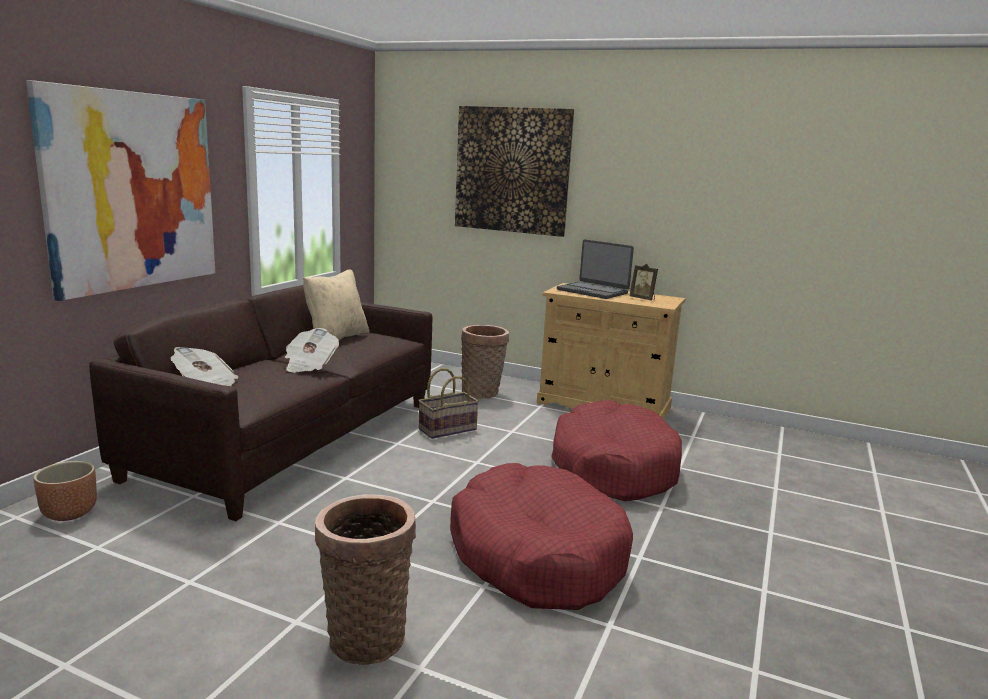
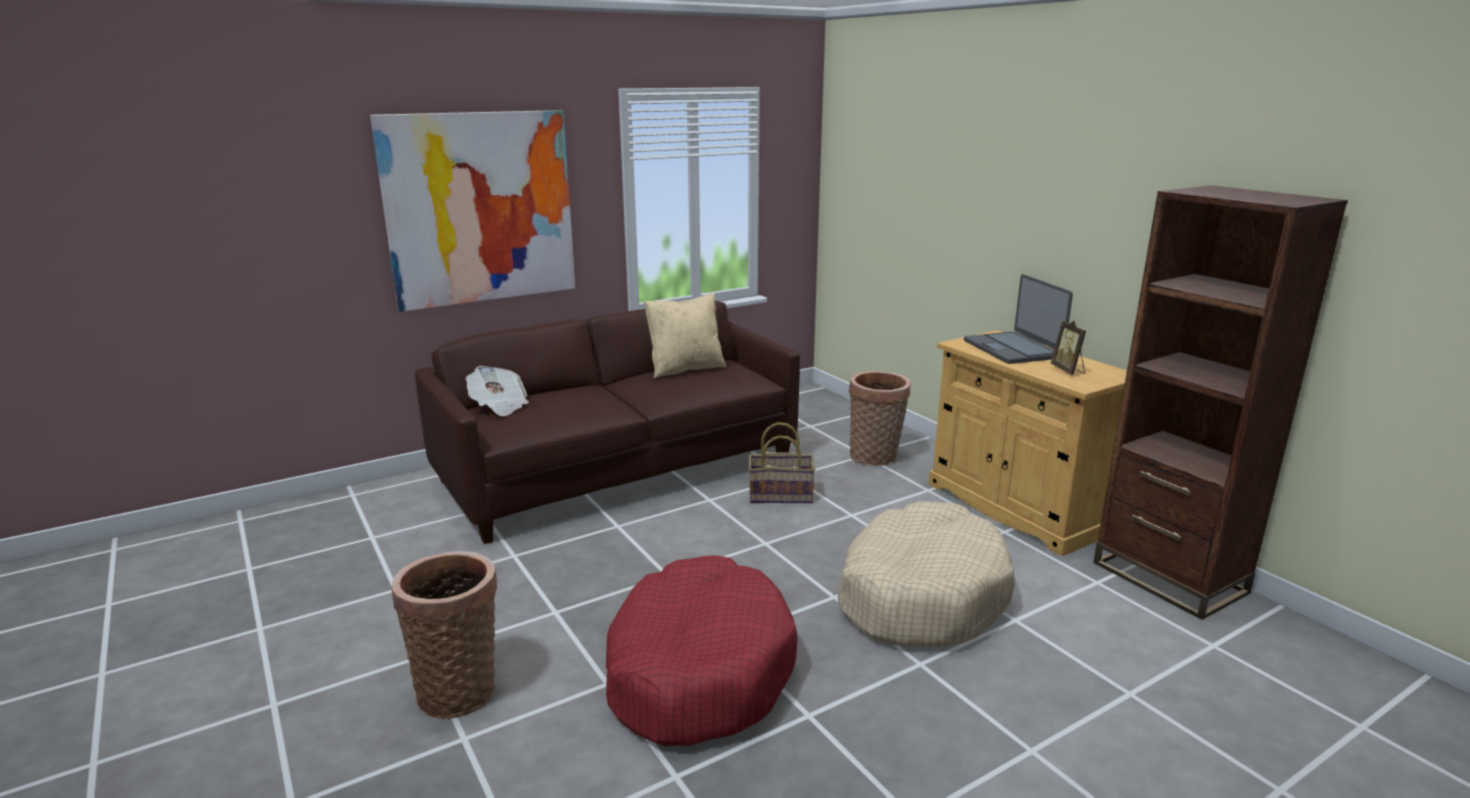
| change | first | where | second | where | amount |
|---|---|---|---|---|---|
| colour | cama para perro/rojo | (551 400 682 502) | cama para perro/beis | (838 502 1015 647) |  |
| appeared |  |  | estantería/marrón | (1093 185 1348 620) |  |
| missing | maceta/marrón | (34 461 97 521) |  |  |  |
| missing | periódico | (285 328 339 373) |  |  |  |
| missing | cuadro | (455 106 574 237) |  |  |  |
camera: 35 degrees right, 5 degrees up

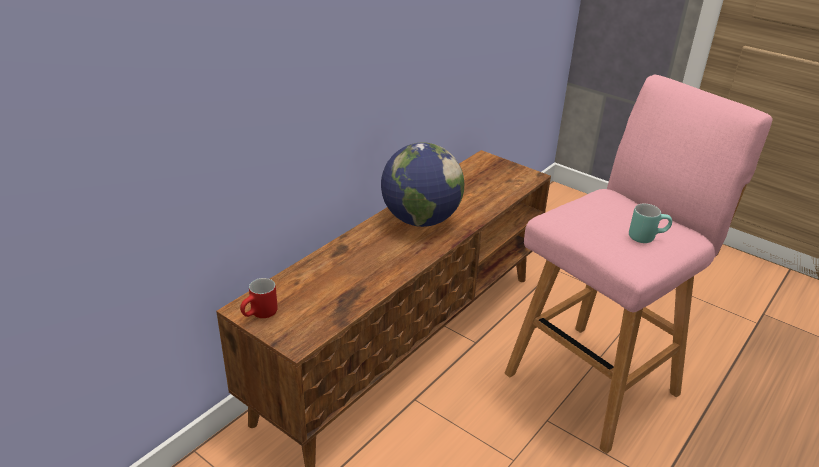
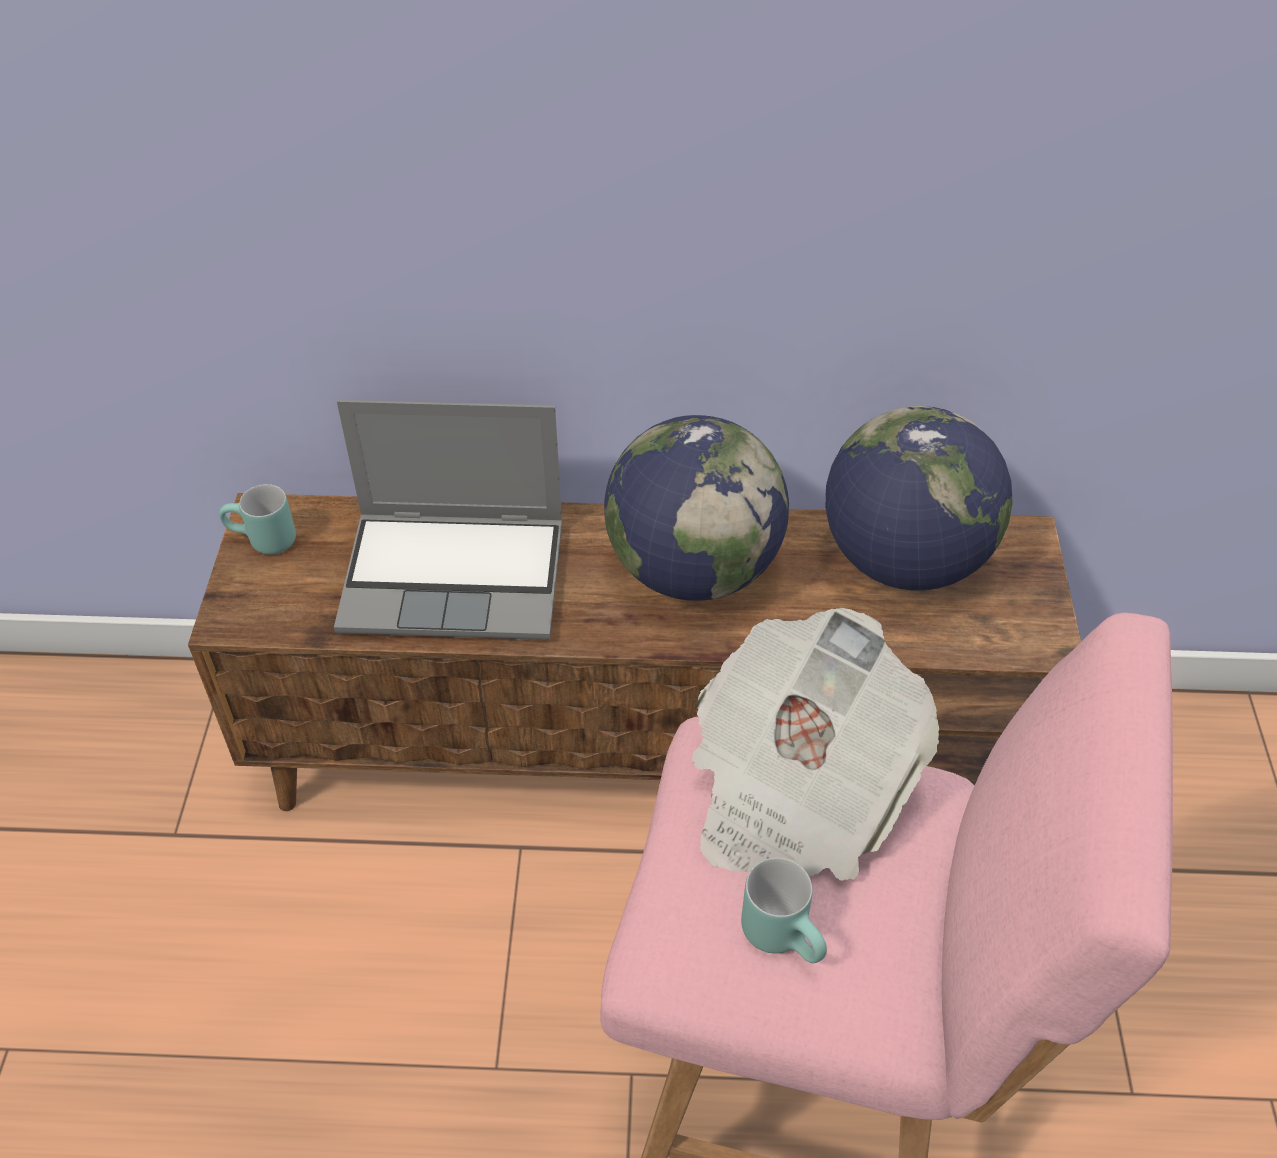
| change | first | where | second | where | amount |
|---|---|---|---|---|---|
| colour | taza grande/rojo | (240 278 278 318) | taza grande/turquesa | (219 484 296 554) |  |
| appeared |  |  | portátil | (334 399 562 640) |  |
| appeared |  |  | periódico | (691 608 940 881) |  |
| appeared |  |  | globo terráqueo | (825 406 1013 591) |  |
camera: 55 degrees right, 15 degrees up

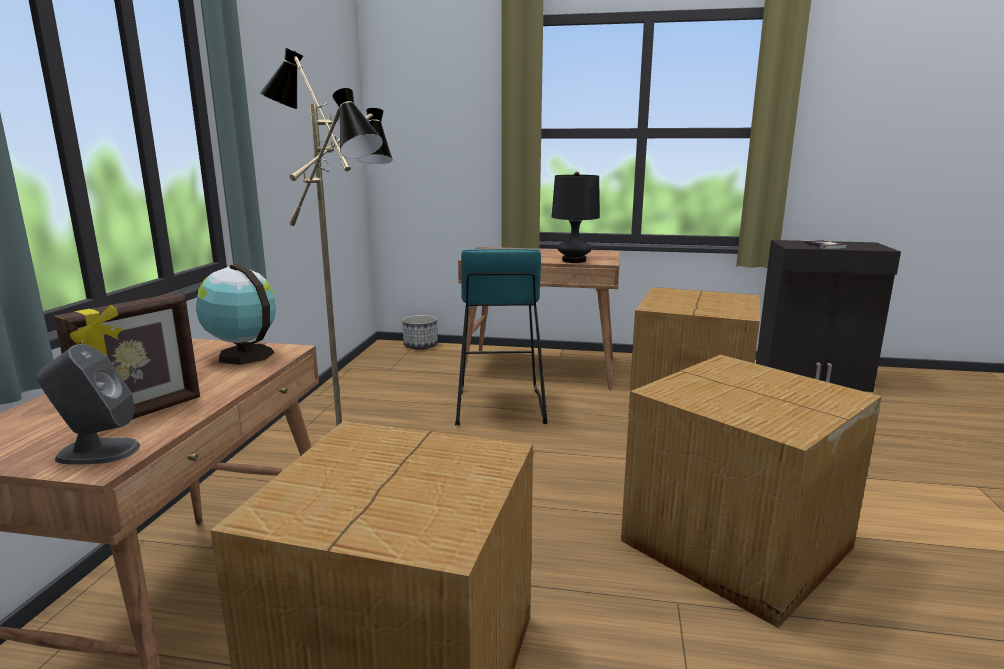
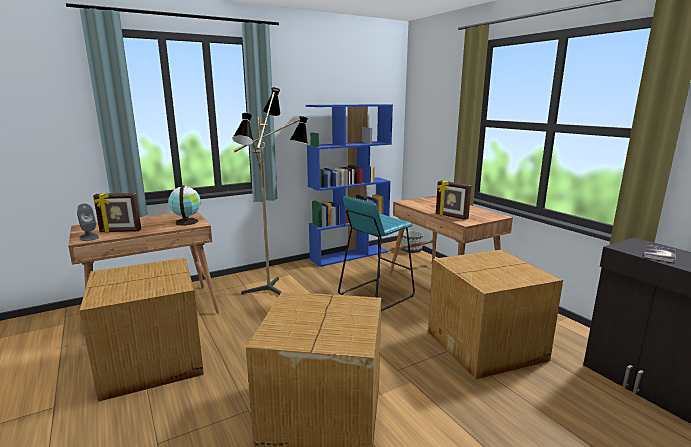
| change | first | where | second | where | amount |
|---|---|---|---|---|---|
| appeared |  |  | estantería/azul | (306 104 393 267) |  |
| exchanged | lámpara de mesa/negro | (552 172 600 263) | portarretratos | (436 181 472 220) |  |
camera: 50 degrees right, 0 degrees up

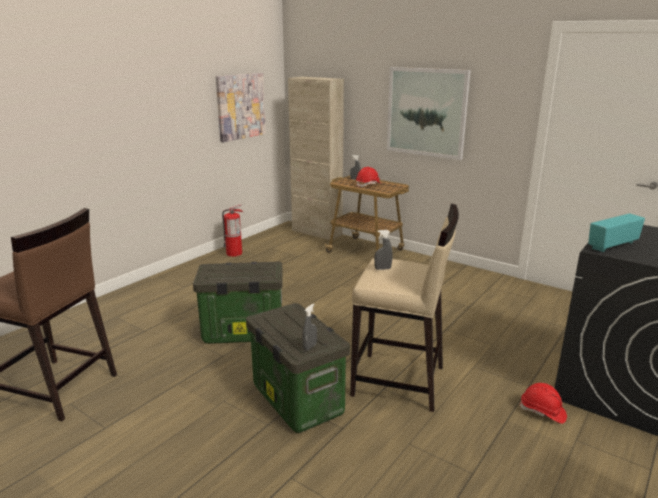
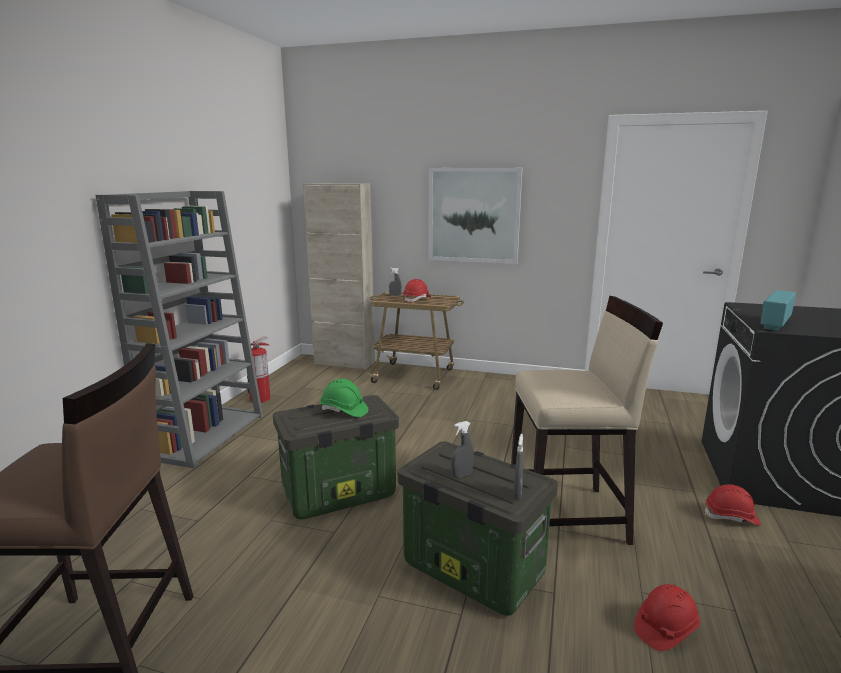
| change | first | where | second | where | amount |
|---|---|---|---|---|---|
| appeared |  |  | estantería/gris | (96 191 263 468) |  |
| appeared |  |  | casco/verde | (320 379 369 417) |  |
| relocated | pulverizador/gris | (374 230 393 270) |  | (451 421 474 478) |  |
| appeared |  |  | casco/rojo | (634 584 700 651) |  |
| missing | cuadro | (216 73 266 142) |  |  |  |
camera: 20 degrees left, 5 degrees down

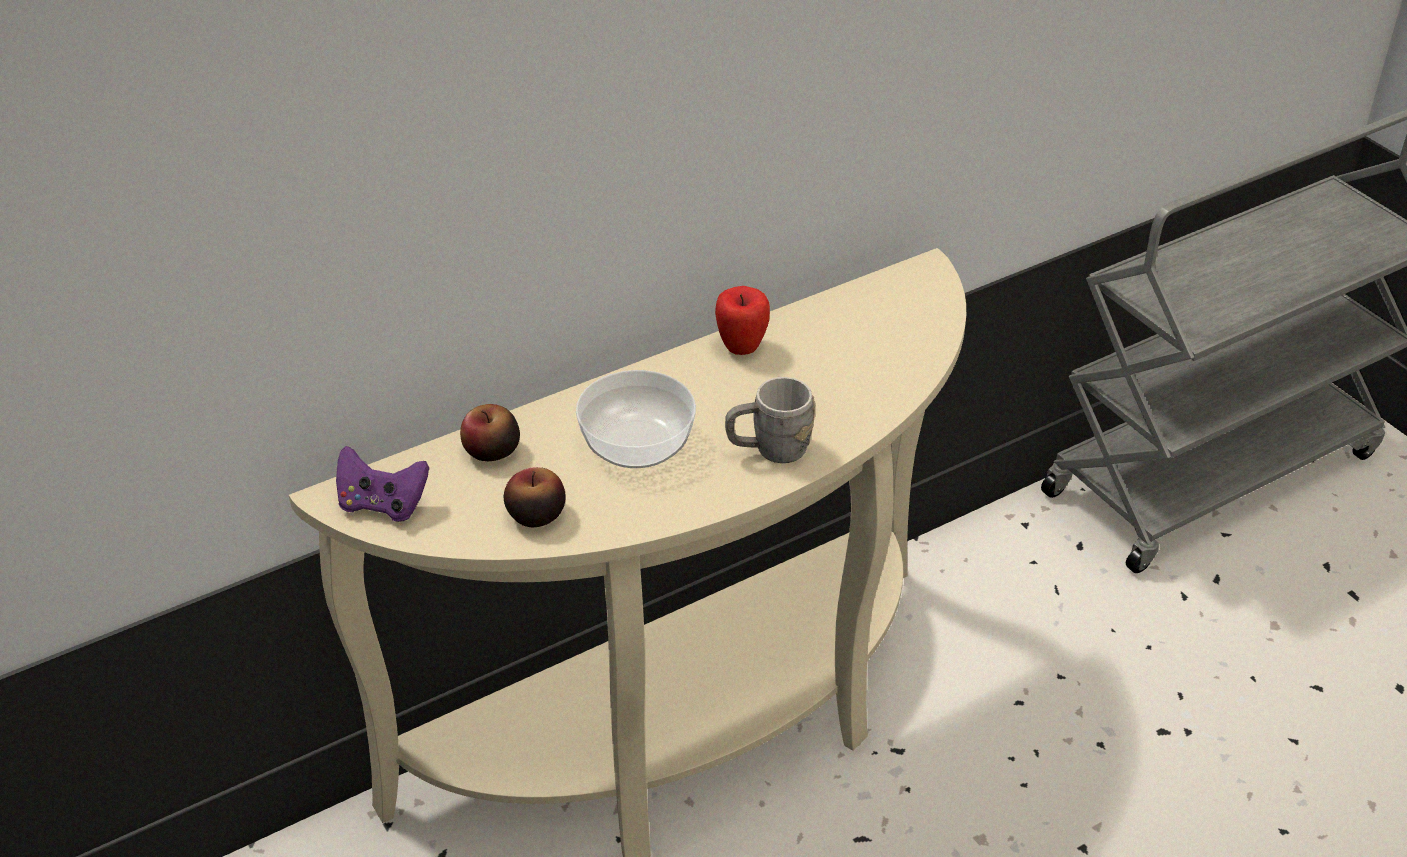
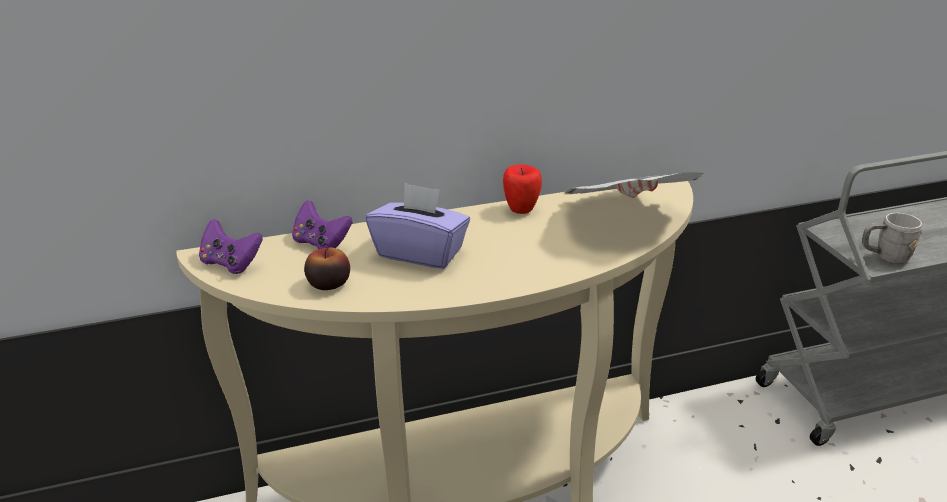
| change | first | where | second | where | amount |
|---|---|---|---|---|---|
| exchanged | manzana | (460 404 520 461) | mando de consola/morado | (292 200 352 249) |  |
| exchanged | cuenco | (576 370 696 468) | caja de pañuelos/morado | (366 183 470 269) |  |
| appeared |  |  | periódico | (564 172 705 198) |  |
| relocated | taza grande/gris | (725 377 815 463) |  | (862 213 922 264) |  |
camera: 15 degrees right, 10 degrees down

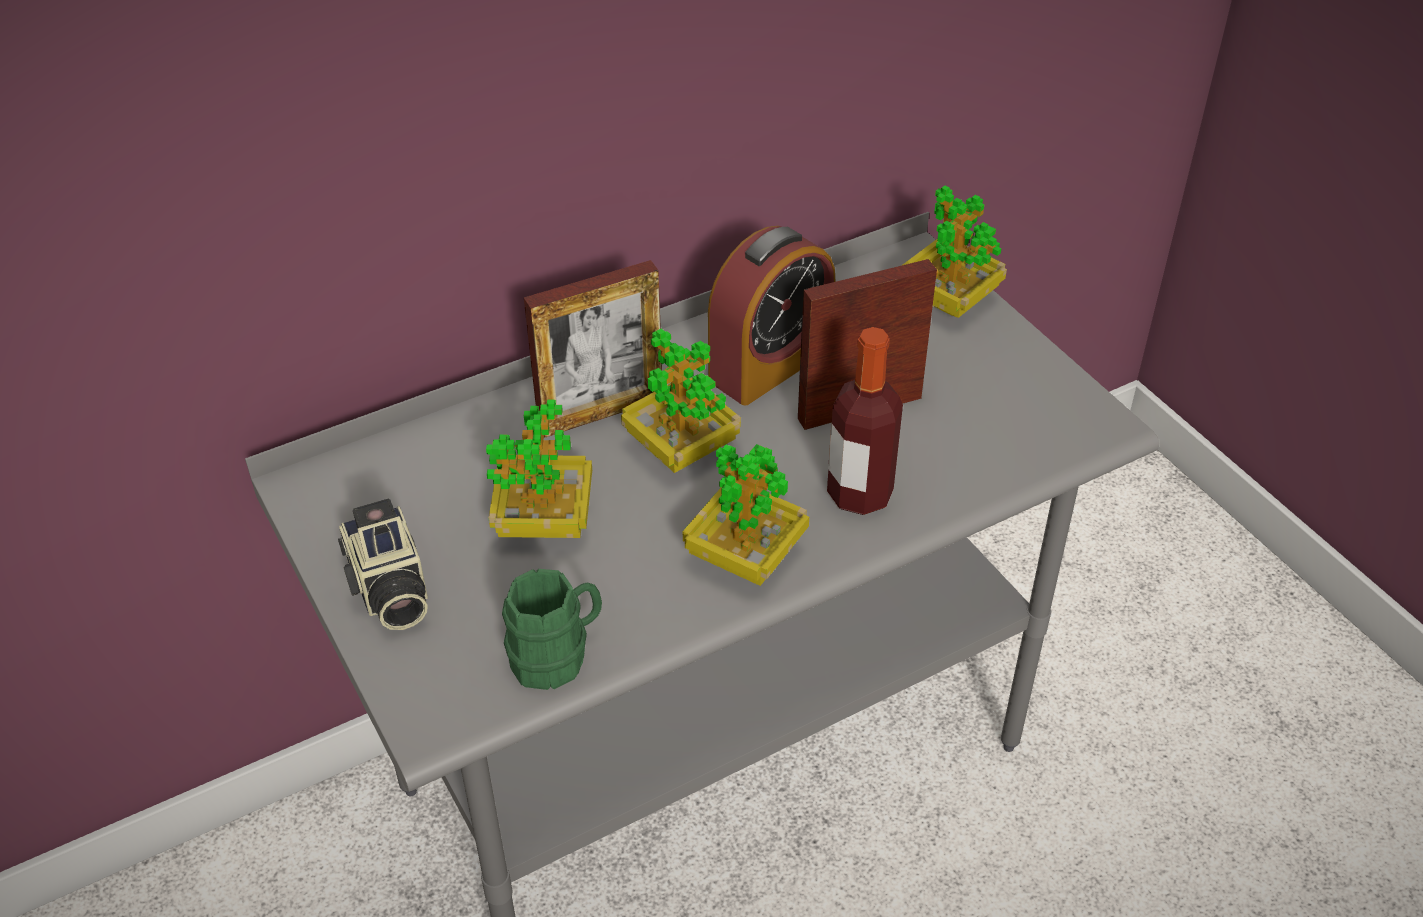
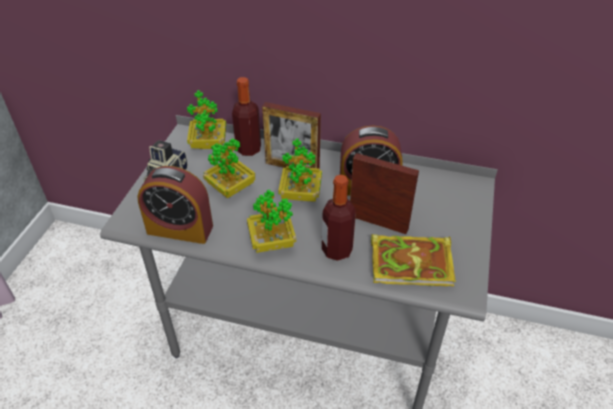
| change | first | where | second | where | amount |
|---|---|---|---|---|---|
| exchanged | taza grande/verde | (502 569 602 690) | despertador | (137 166 213 244) |  |
| relocated | planta en maceta | (901 186 1007 318) |  | (187 90 226 149) |  |
| appeared |  |  | botella | (232 77 261 156) |  |
| appeared |  |  | libro | (371 234 456 286) |  |
camera: 45 degrees right, 0 degrees up

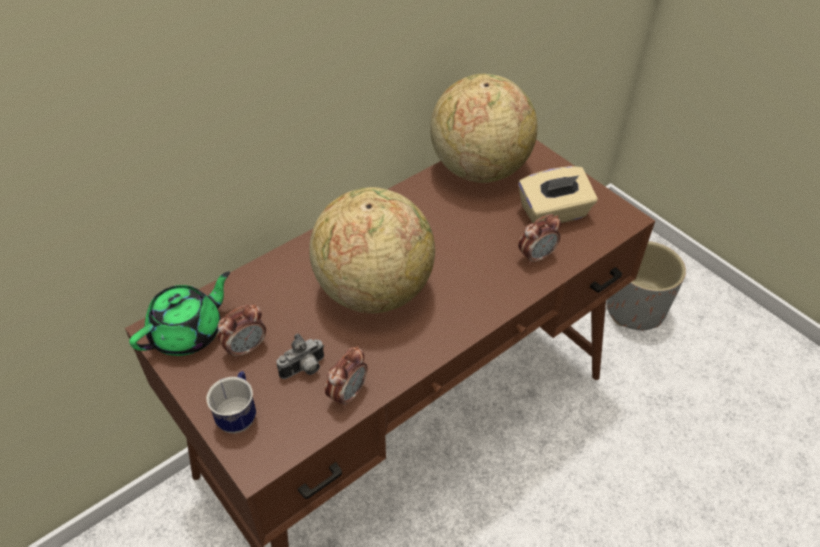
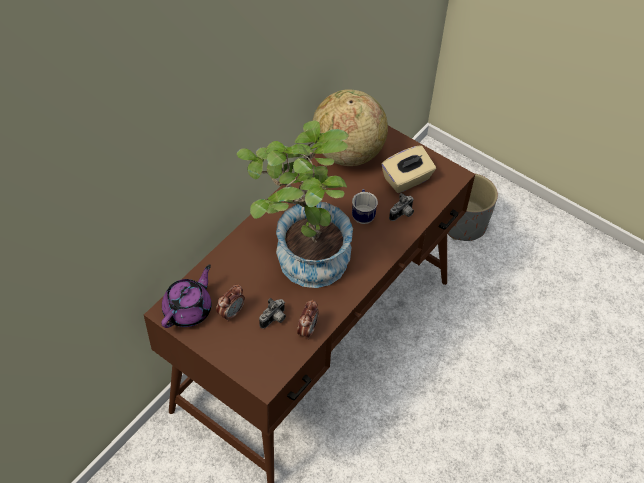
| change | first | where | second | where | amount |
|---|---|---|---|---|---|
| colour | tetera/verde | (129 272 230 356) | tetera/morado | (161 264 212 328) |  |
| exchanged | globo terráqueo | (309 187 435 313) | planta en maceta | (237 120 353 288) |  |
| relocated | taza grande | (206 371 256 434) |  | (352 189 378 224) |  |
| exchanged | despertador | (518 214 561 265) | cámara | (389 193 414 221) |  |
camera: 15 degrees left, 5 degrees up

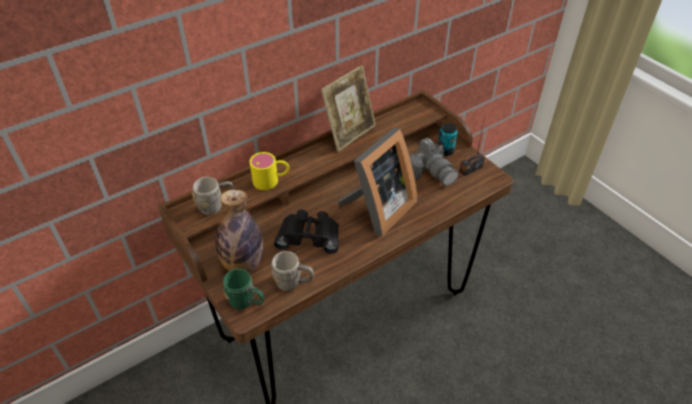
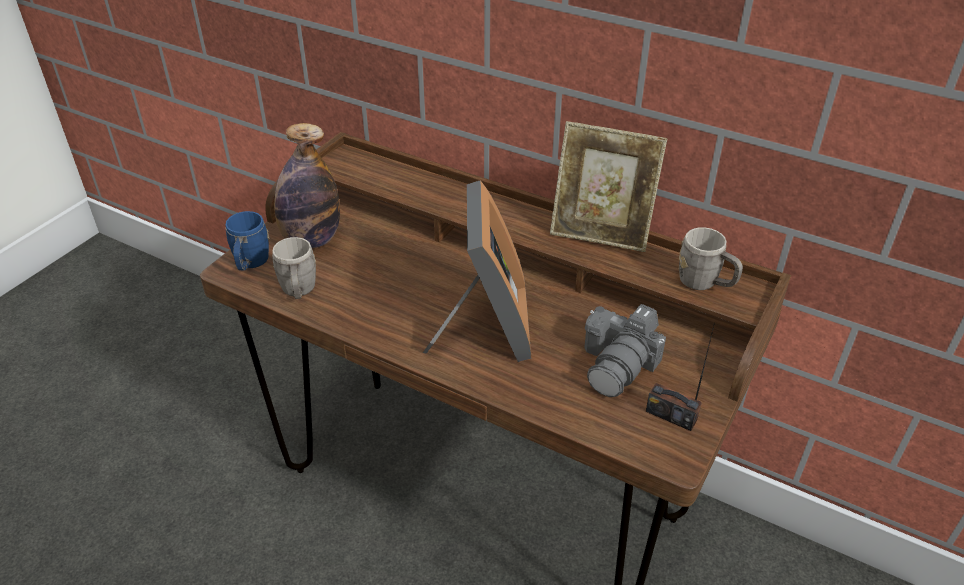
| change | first | where | second | where | amount |
|---|---|---|---|---|---|
| colour | taza grande/verde | (223 269 265 309) | taza grande/azul | (226 211 269 270) |  |
| spun | portarretratos | (338 128 417 237) |  | (423 180 531 362) | 105 degrees counterclockwise |
| relocated | taza grande/gris | (192 177 234 215) |  | (679 227 743 290) |  |
| missing | taza grande/amarillo | (250 152 289 190) |  |  |  |
| missing | prismáticos/negro | (274 210 339 254) |  |  |  |
| missing | lata | (438 123 458 156) |  |  |  |
camera: 65 degrees right, 5 degrees down

